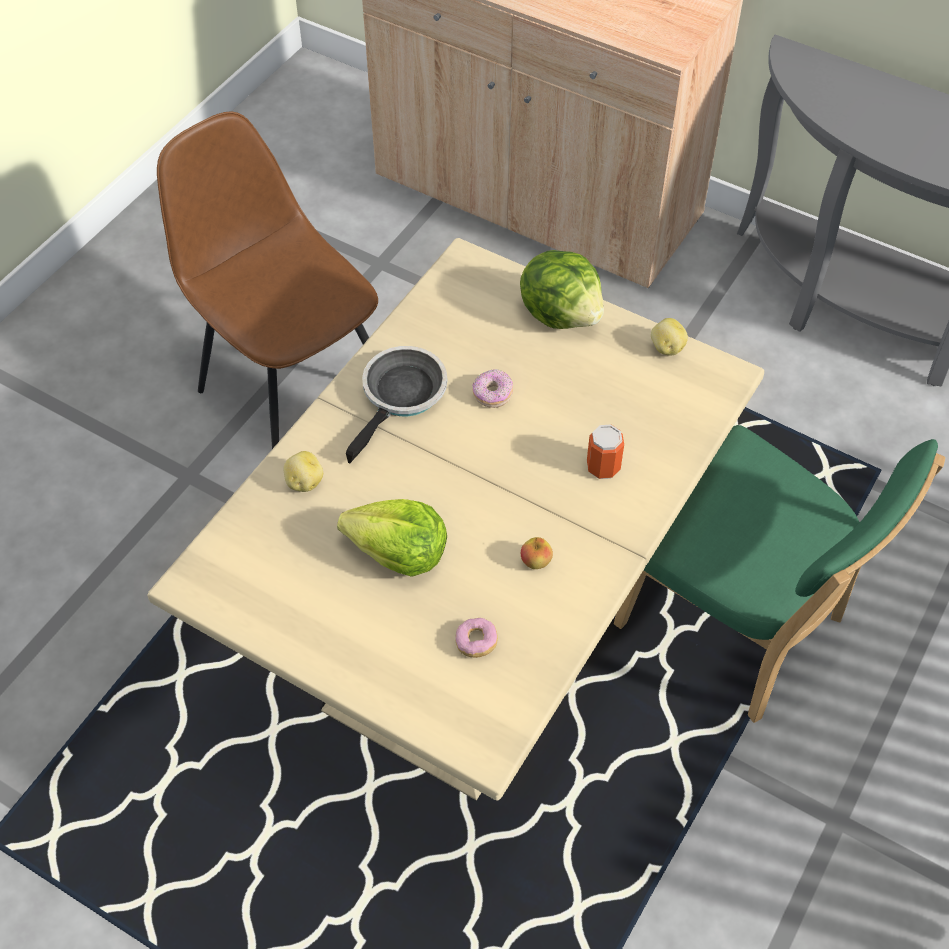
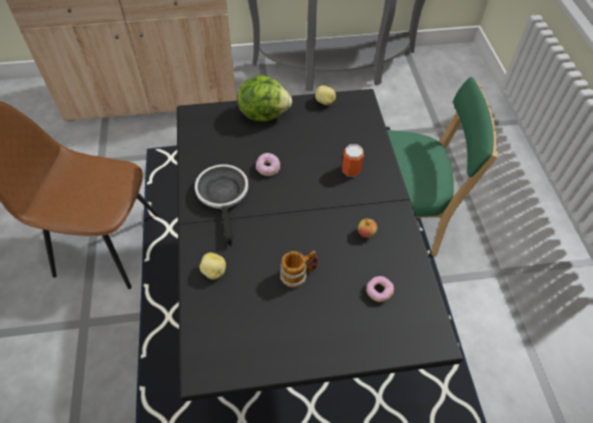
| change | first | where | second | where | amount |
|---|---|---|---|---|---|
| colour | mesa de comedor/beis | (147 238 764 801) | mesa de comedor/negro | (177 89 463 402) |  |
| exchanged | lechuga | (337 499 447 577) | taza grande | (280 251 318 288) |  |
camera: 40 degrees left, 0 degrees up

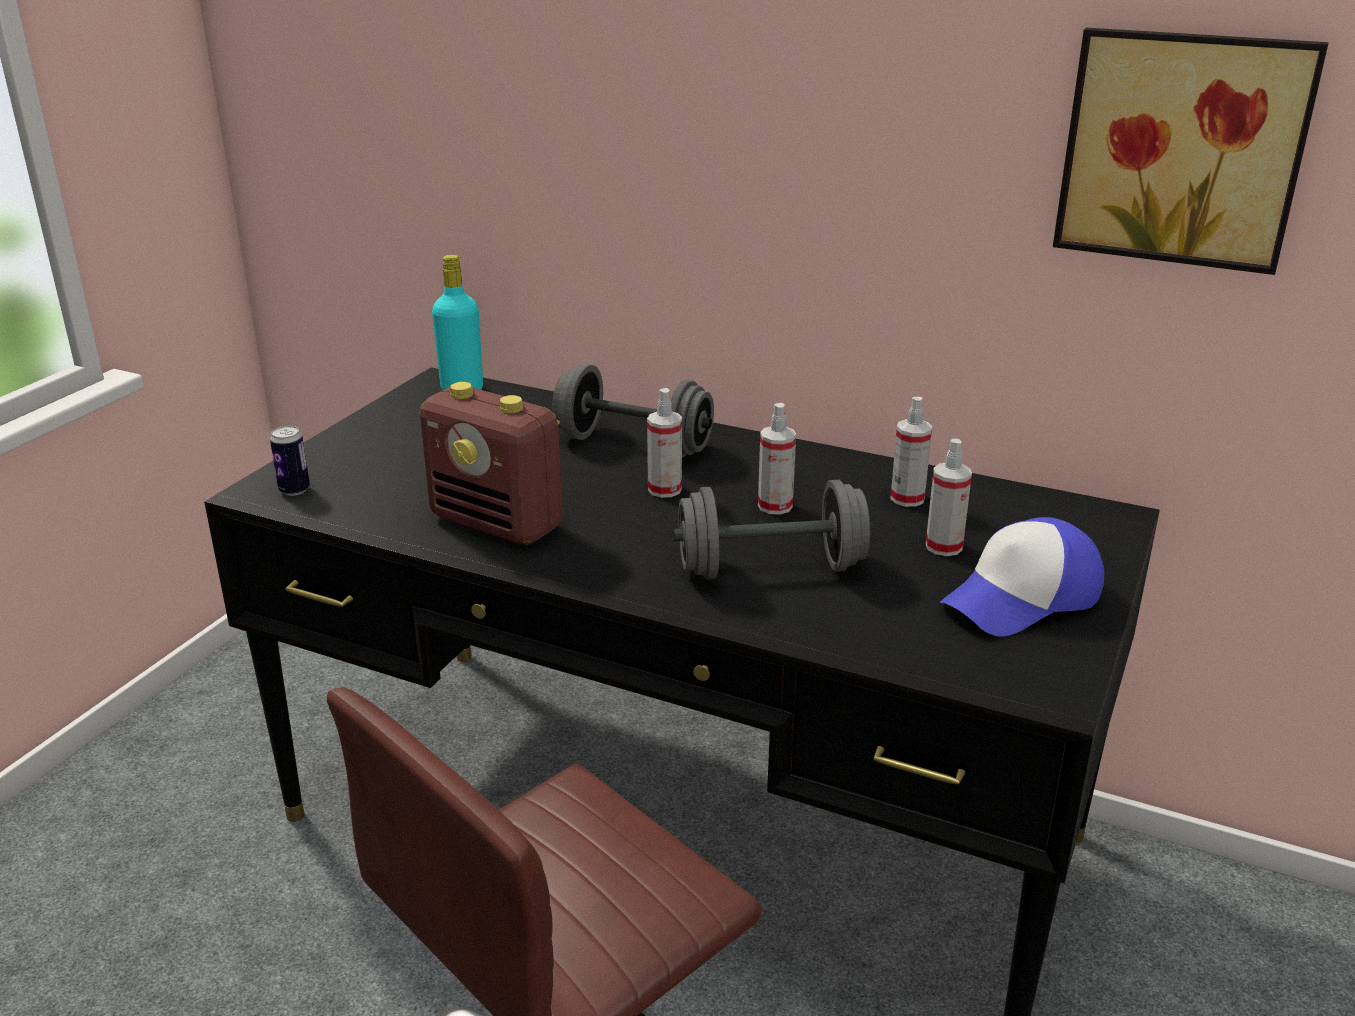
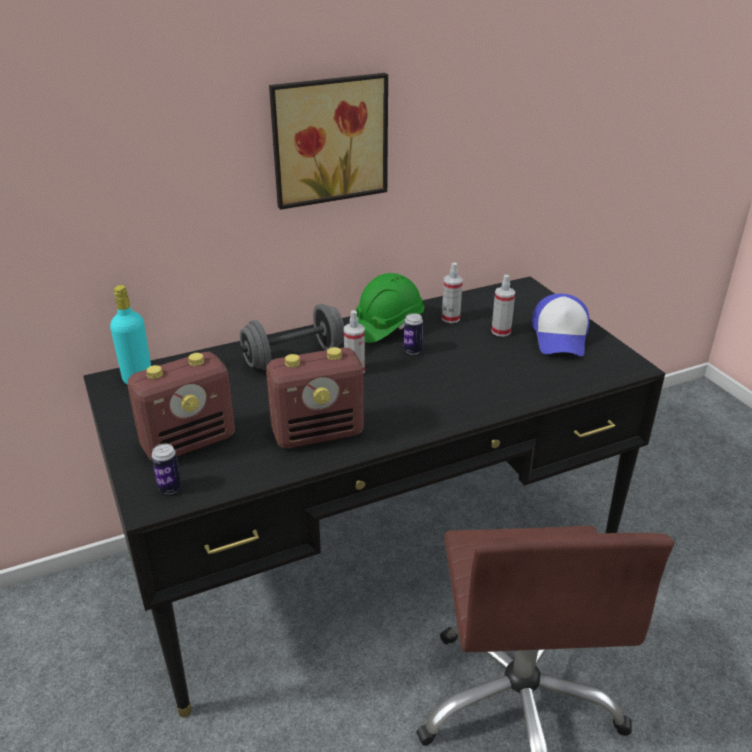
| change | first | where | second | where | amount |
|---|---|---|---|---|---|
| appeared |  |  | radio | (127 352 235 461) |  |
| relocated | cuadro | (1053 28 1328 275) |  | (269 73 388 210) |  |
| appeared |  |  | casco/verde | (349 273 424 343) |  |
| exchanged | pulverizador | (758 403 796 515) | lata | (404 313 423 355) |  |
| missing | mancuerna/gris | (673 480 871 580) |  |  |  |
camera: 50 degrees left, 5 degrees up

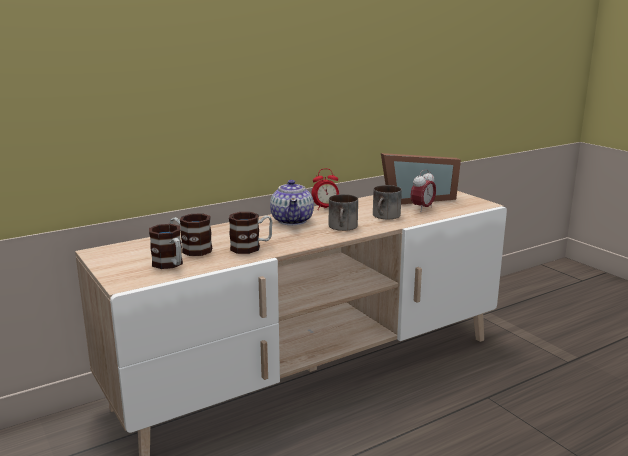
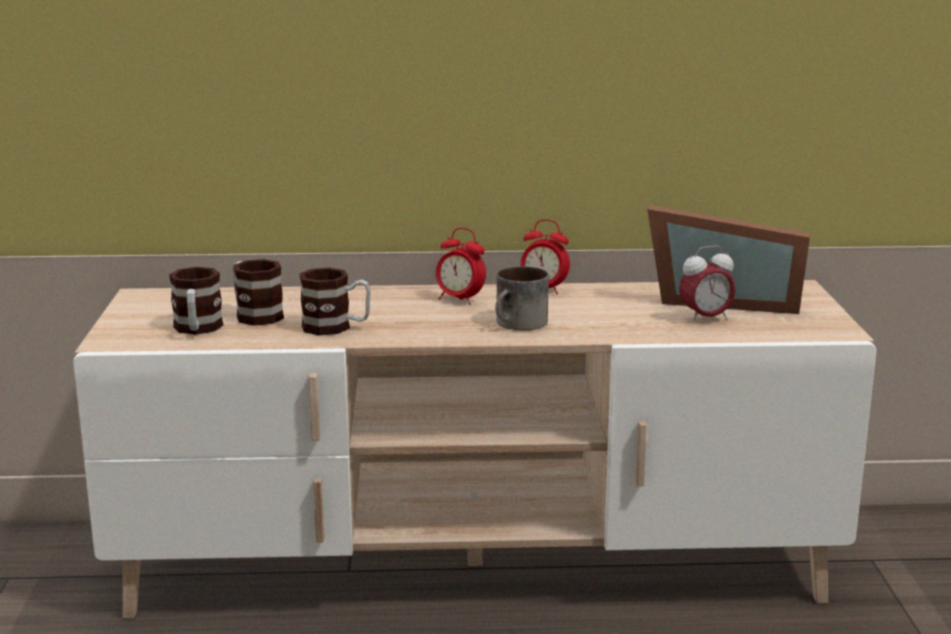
| change | first | where | second | where | amount |
|---|---|---|---|---|---|
| exchanged | tetera | (270 180 314 225) | despertador | (436 228 486 305) |  |
| missing | taza grande | (373 185 402 219) |  |  |  |
camera: 30 degrees right, 0 degrees up

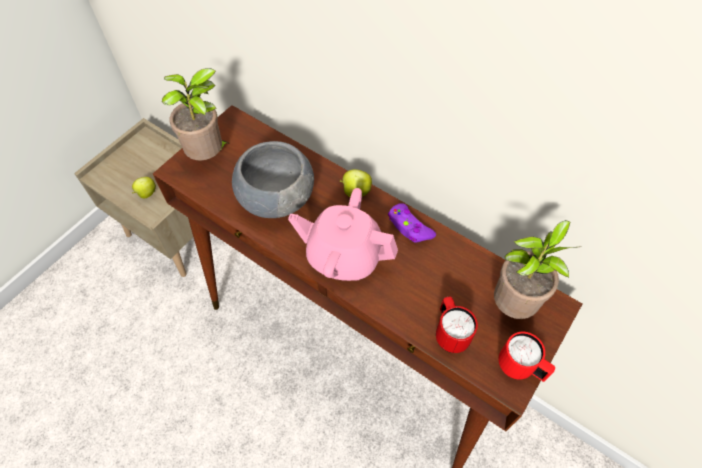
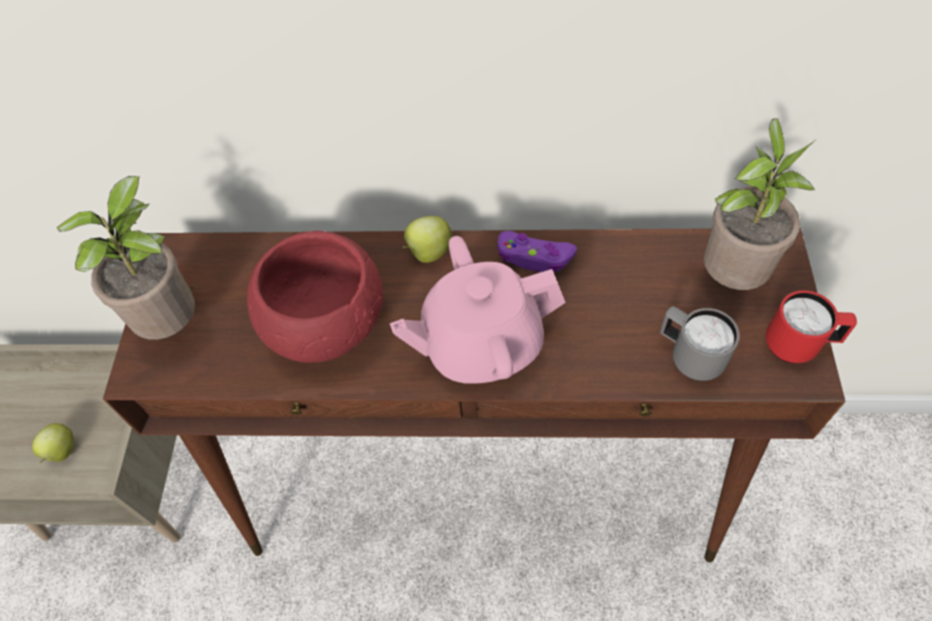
| change | first | where | second | where | amount |
|---|---|---|---|---|---|
| colour | cuenco/gris | (232 141 314 218) | cuenco/rojo | (247 231 383 363) |  |
| colour | taza grande/rojo | (436 297 478 353) | taza grande/gris | (660 306 740 381) |  |
camera: 30 degrees left, 0 degrees up

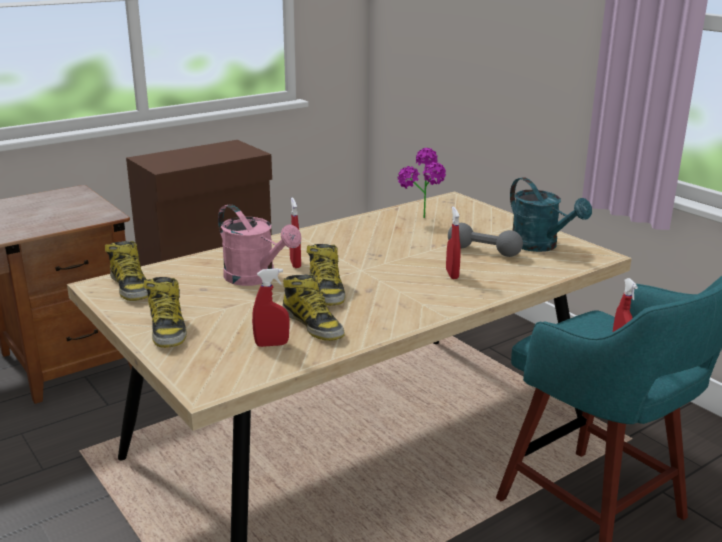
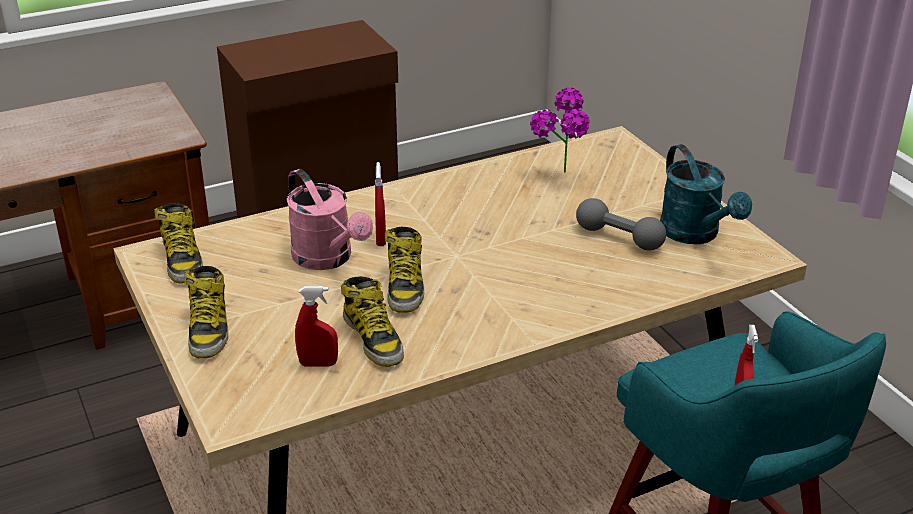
| change | first | where | second | where | amount |
|---|---|---|---|---|---|
| missing | pulverizador/rojo | (446 206 461 279) |  |  |  |
camera: 10 degrees right, 10 degrees up

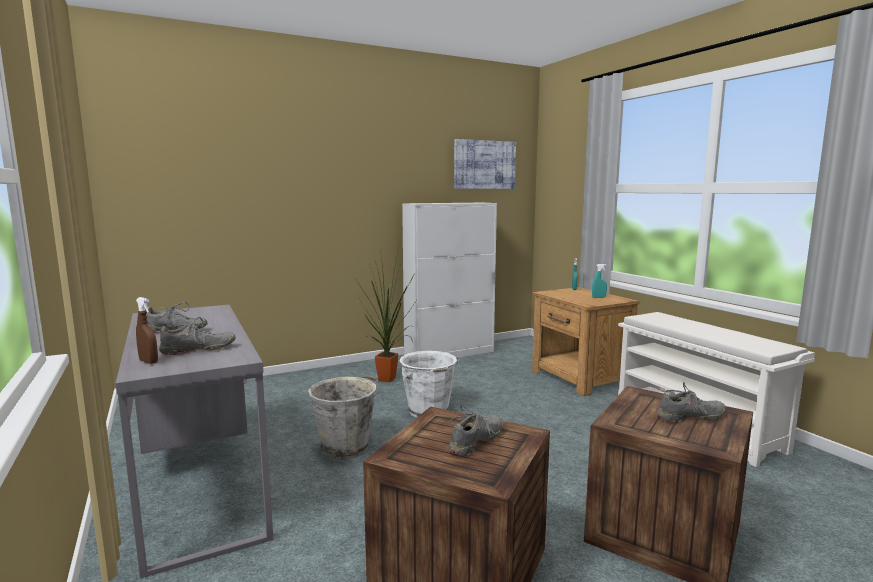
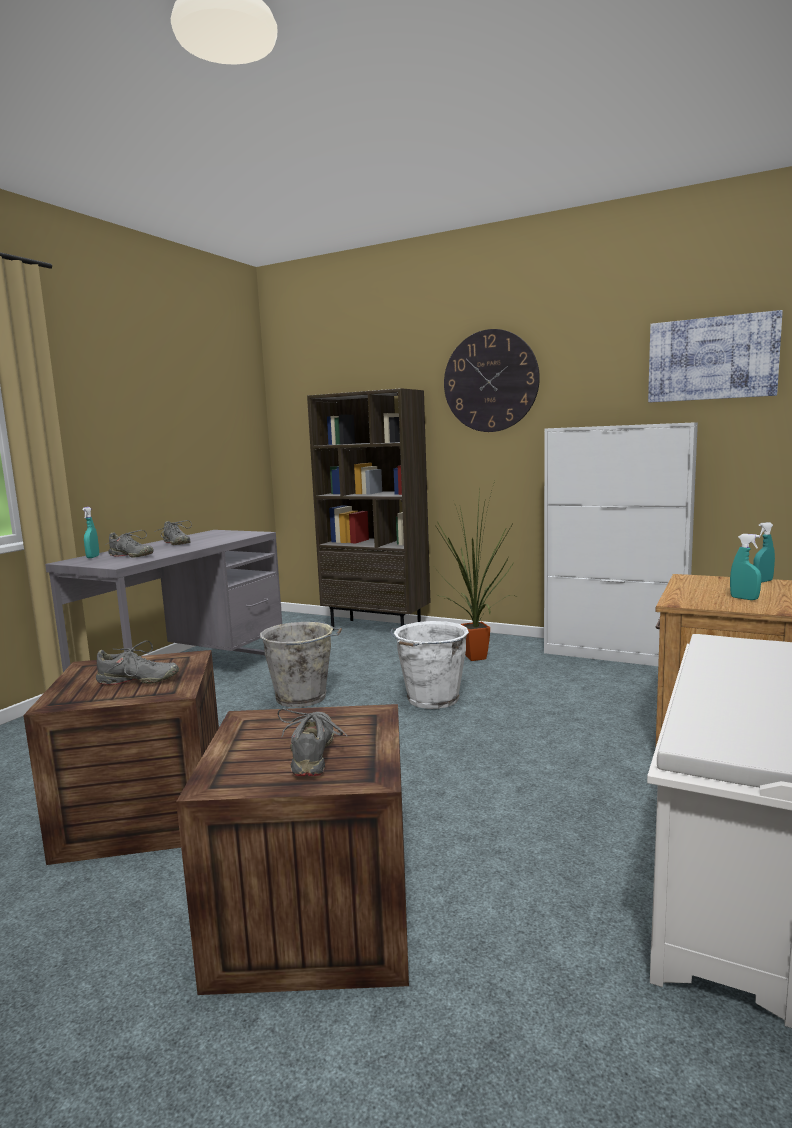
| change | first | where | second | where | amount |
|---|---|---|---|---|---|
| colour | pulverizador/marrón | (136 297 158 364) | pulverizador/turquesa | (82 507 99 558) |  |
| spun | zapato/gris | (656 382 726 423) |  | (278 708 348 776) | 135 degrees counterclockwise |
| appeared |  |  | estantería/marrón | (307 388 431 631) |  |
| appeared |  |  | reloj de pared | (444 329 540 432) |  |
camera: 55 degrees right, 0 degrees up

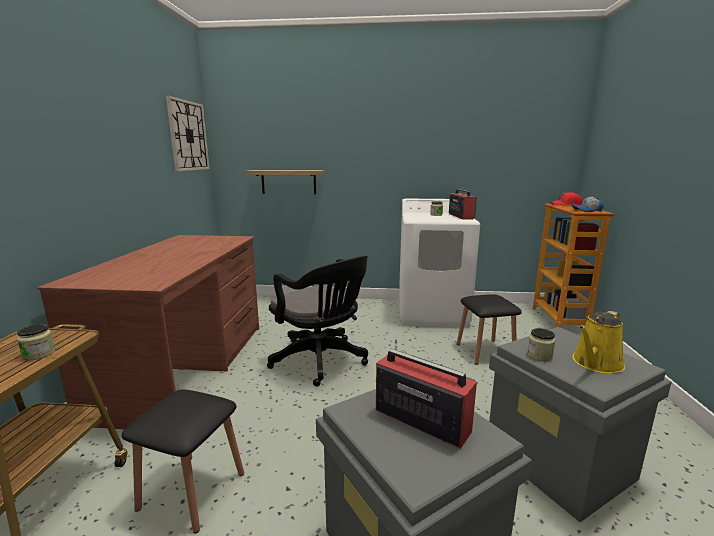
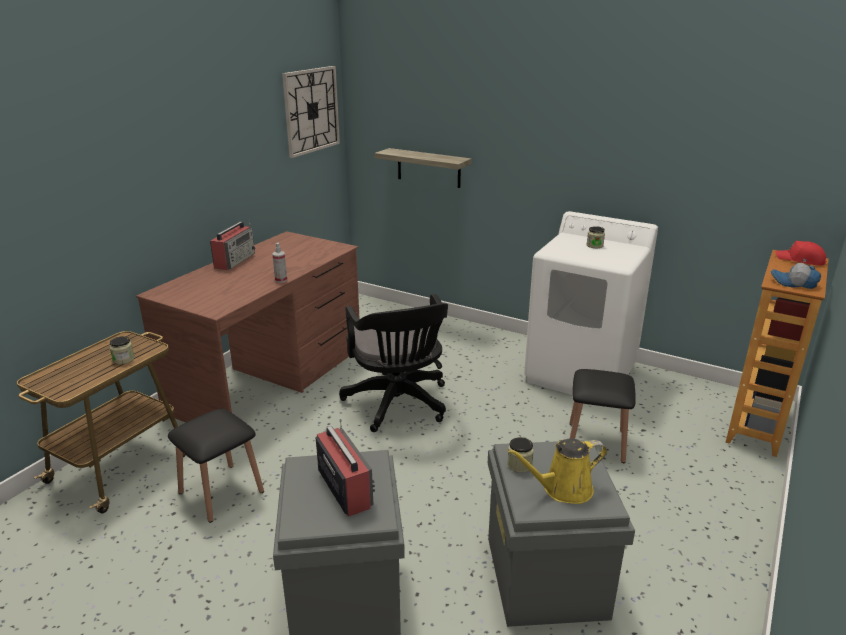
| change | first | where | second | where | amount |
|---|---|---|---|---|---|
| relocated | radio | (449 187 477 220) |  | (210 220 256 270) |  |
| appeared |  |  | pulverizador | (272 242 287 283) |  |
camera: 25 degrees right, 10 degrees up

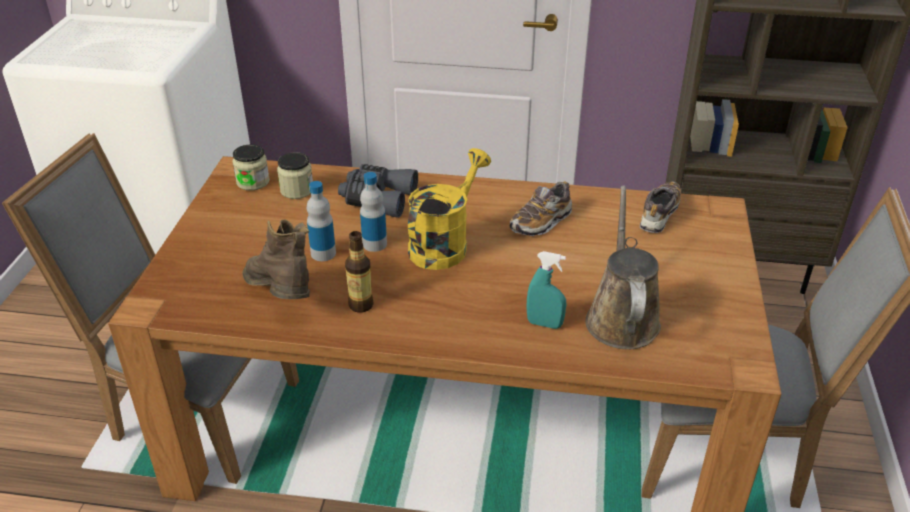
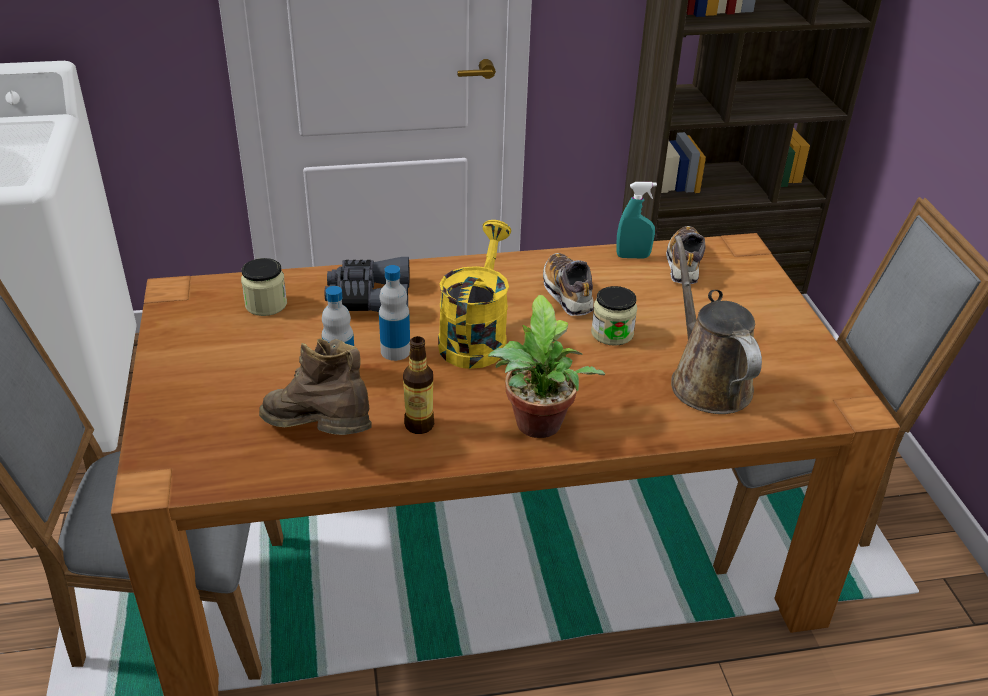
| change | first | where | second | where | amount |
|---|---|---|---|---|---|
| appeared |  |  | planta en maceta | (488 295 605 438) |  |
| spun | zapato | (510 181 572 236) |  | (543 253 594 316) | 135 degrees clockwise |
| relocated | tarro | (232 145 270 191) |  | (591 286 637 346) |  |
| relocated | pulverizador/turquesa | (527 251 566 329) |  | (616 182 657 258) |  |
camera: 20 degrees left, 0 degrees up

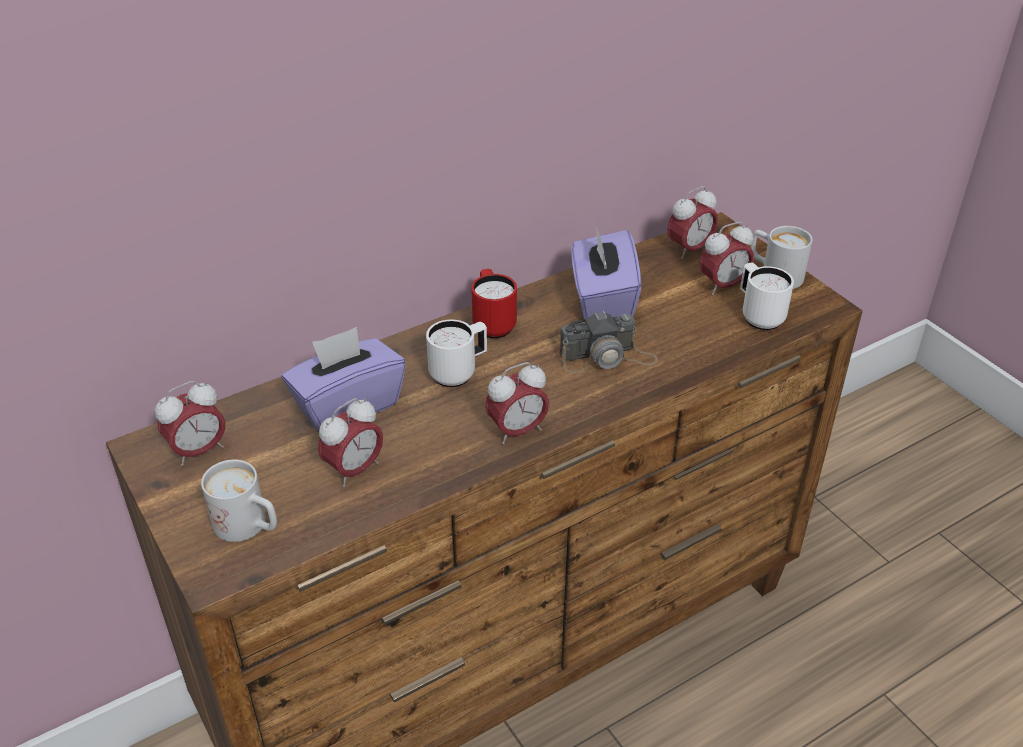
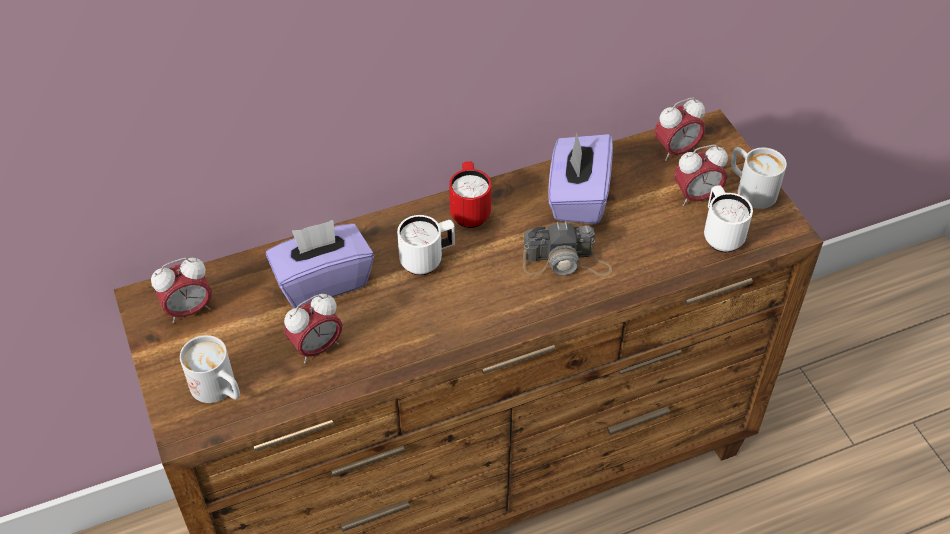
| change | first | where | second | where | amount |
|---|---|---|---|---|---|
| missing | despertador | (485 362 549 444) |  |  |  |
camera: 10 degrees right, 10 degrees up

